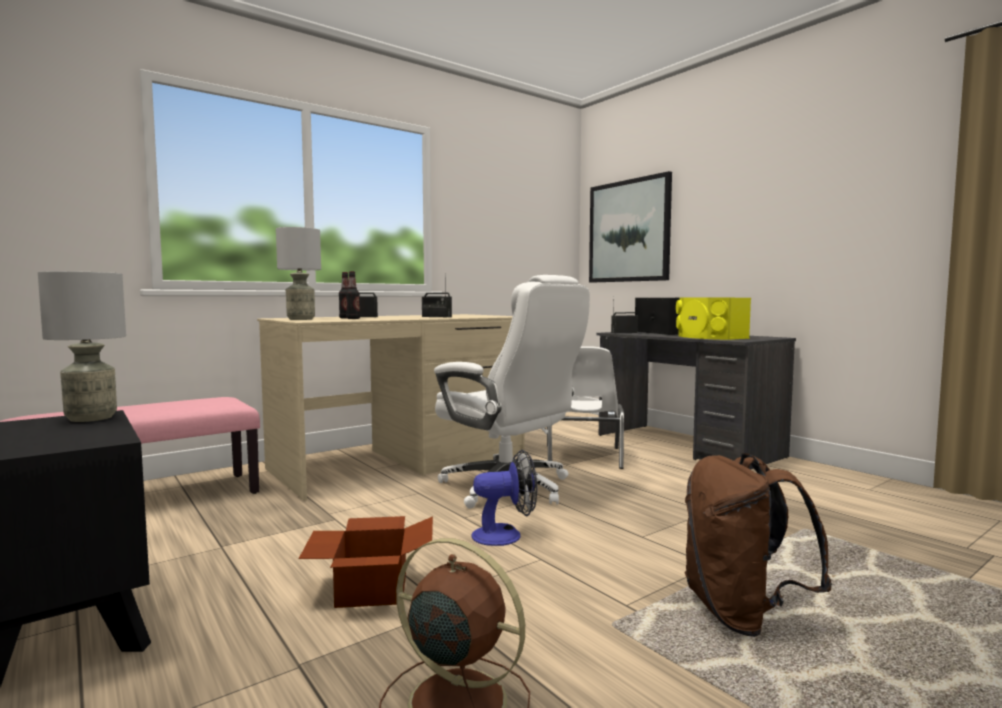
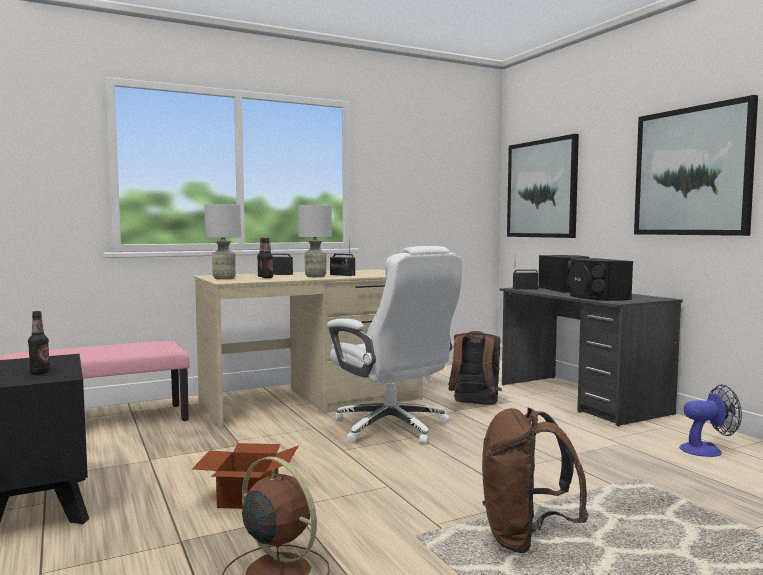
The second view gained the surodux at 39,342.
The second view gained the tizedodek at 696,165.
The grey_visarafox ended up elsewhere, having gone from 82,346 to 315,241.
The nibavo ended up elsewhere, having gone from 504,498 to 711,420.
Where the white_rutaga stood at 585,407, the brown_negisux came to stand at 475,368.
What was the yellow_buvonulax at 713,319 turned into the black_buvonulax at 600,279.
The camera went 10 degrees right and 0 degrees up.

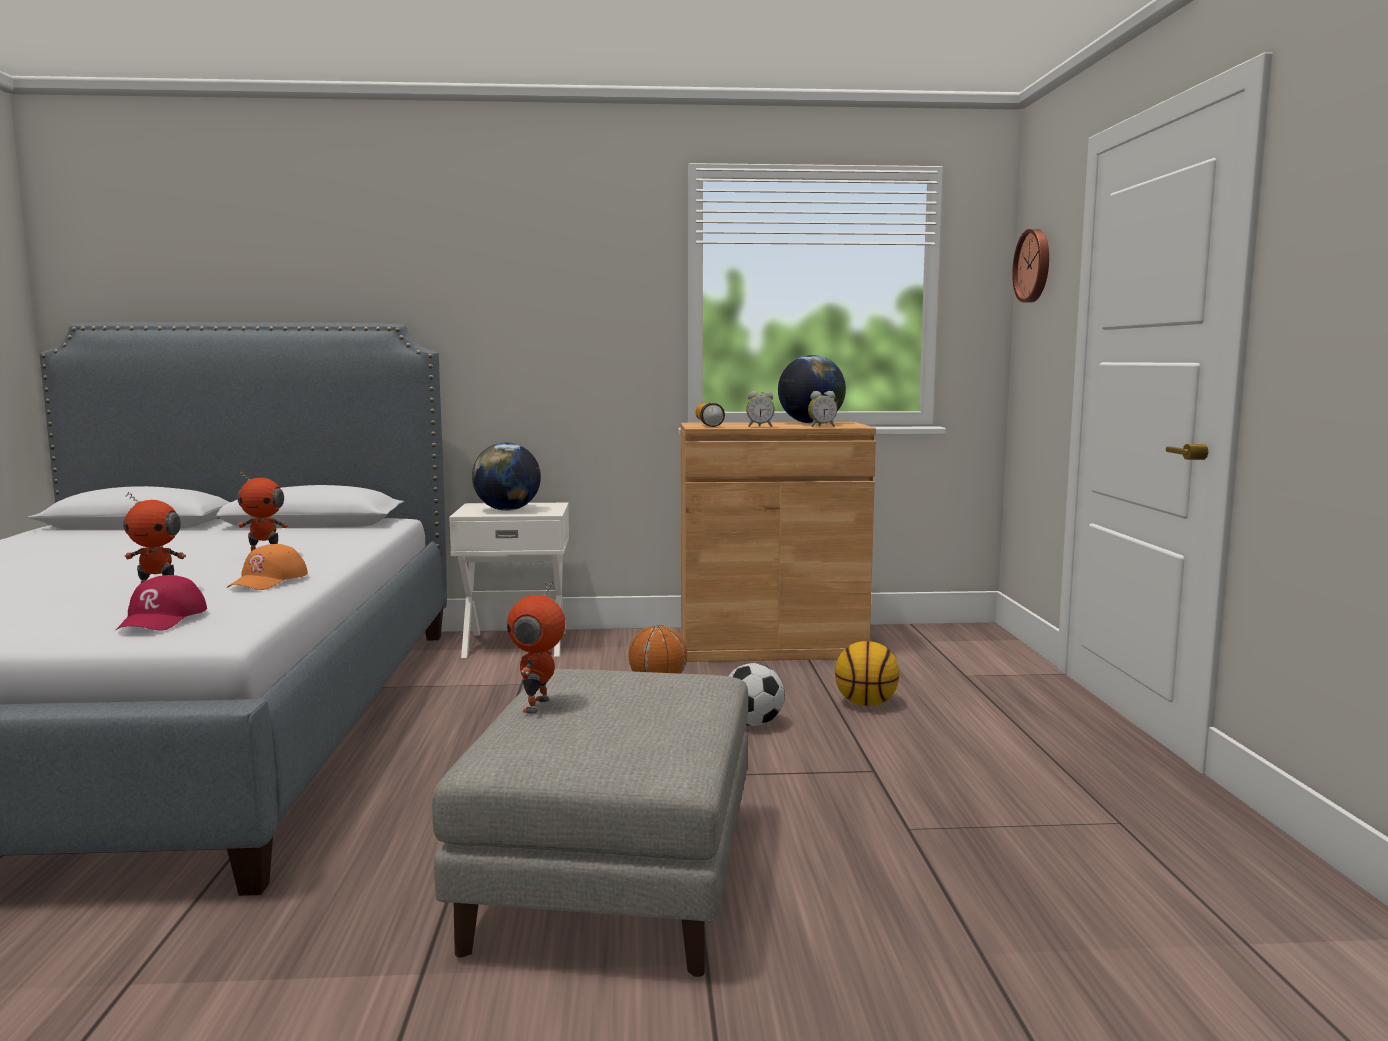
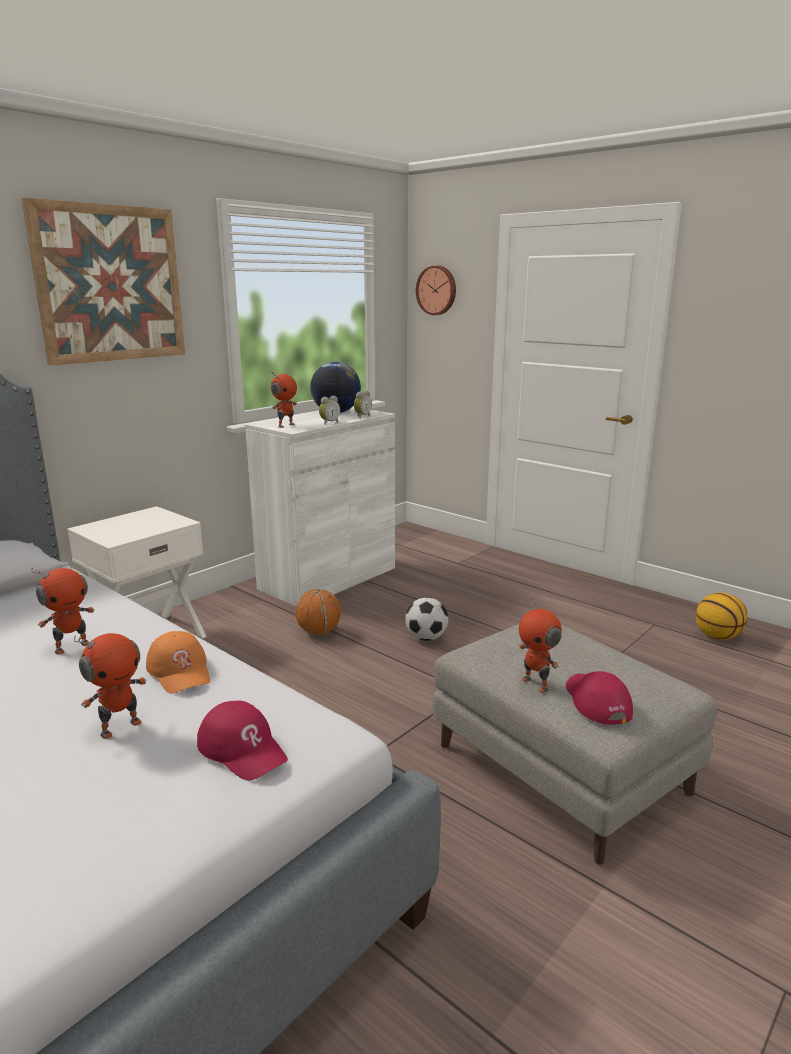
The second view lost the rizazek at 506,476.
The second view gained the tizedodek at 103,281.
The second view gained the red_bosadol at 599,698.
The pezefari ended up elsewhere, having gone from 867,673 to 721,616.
Where the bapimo stood at 710,415, the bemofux came to stand at 284,400.
What was the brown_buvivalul at 778,542 turned into the white_buvivalul at 320,506.
The camera went 45 degrees left and 10 degrees up.

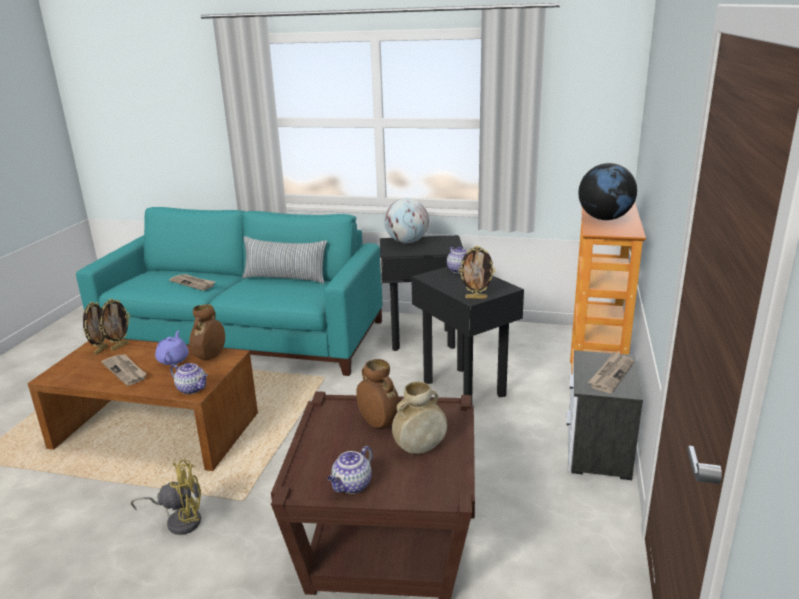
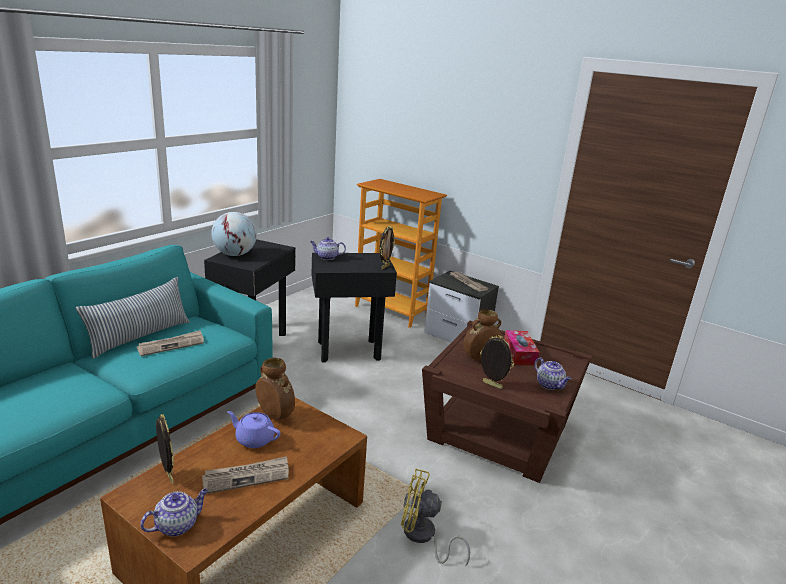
The second view lost the rizazek at 607,191.
The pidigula ended up elsewhere, having gone from 95,328 to 497,362.
The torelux ended up elsewhere, having gone from 192,282 to 170,343.
The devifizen ended up elsewhere, having gone from 189,378 to 174,513.
Where the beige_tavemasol stood at 419,417, the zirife came to stand at 521,348.
The yellow_nibavo at 166,497 ended up facing another way, 90 degrees counterclockwise from before.
The camera went 70 degrees left and 0 degrees up.

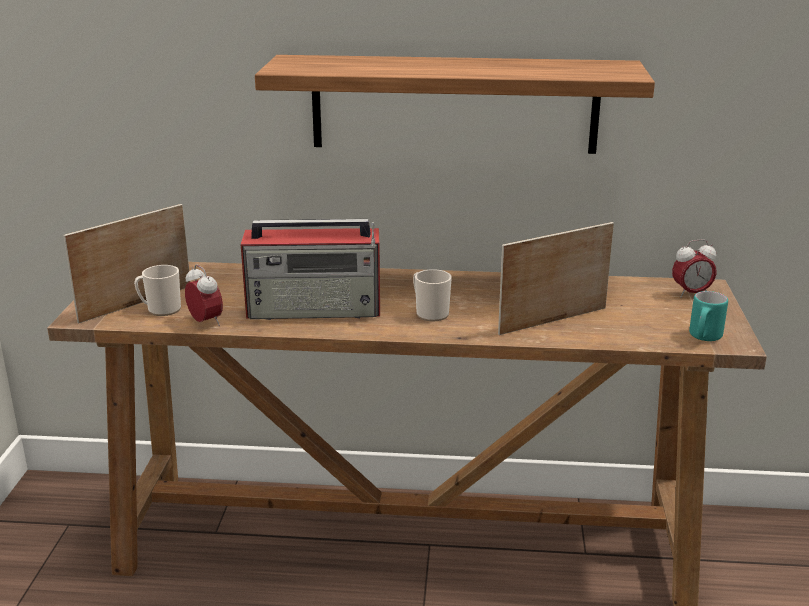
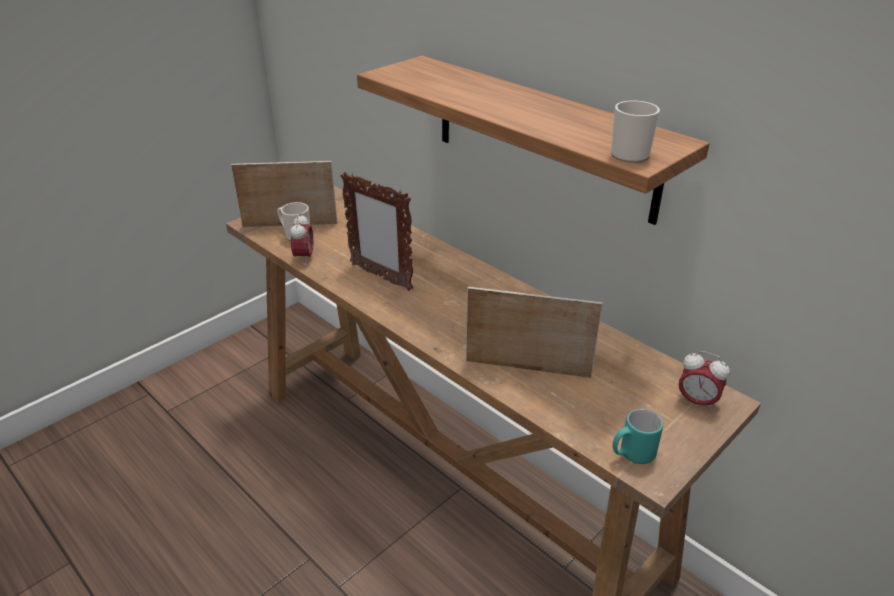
The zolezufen ended up elsewhere, having gone from 432,295 to 635,132.
Where the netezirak stood at 310,269, the pidigula came to stand at 377,231.
The camera went 40 degrees right and 10 degrees up.

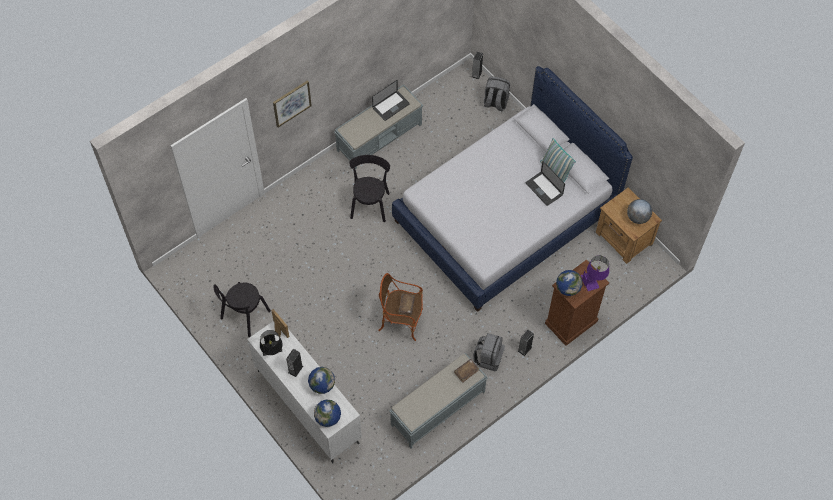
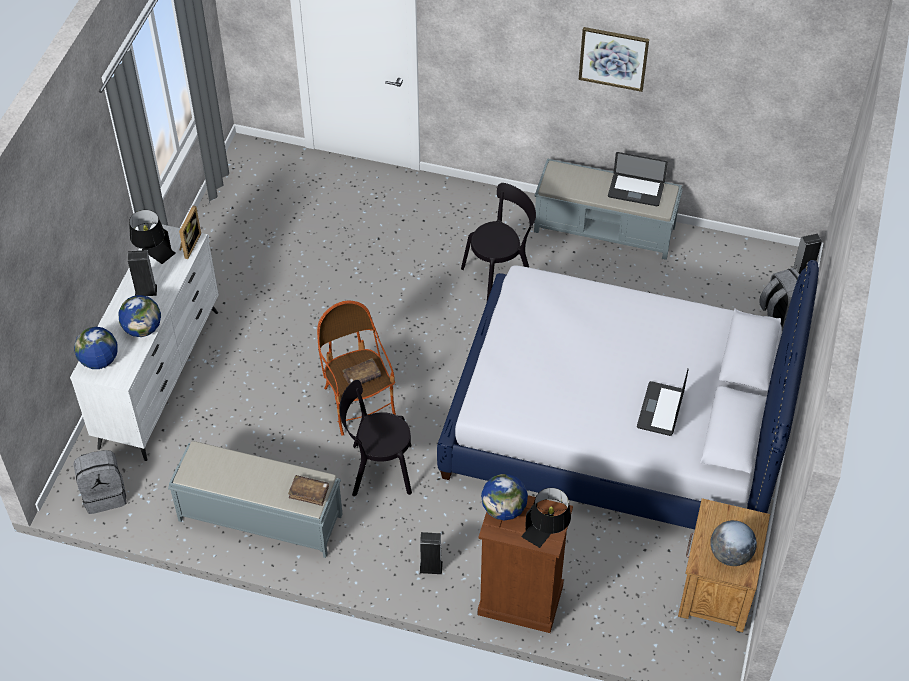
The second view lost the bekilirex at 558,160.
The black_rutaga ended up elsewhere, having gone from 242,310 to 375,438.
The tizedodek ended up elsewhere, having gone from 292,103 to 614,59.
The grey_negisux ended up elsewhere, having gone from 489,352 to 100,482.
What was the purple_visarafox at 595,273 turned into the black_visarafox at 546,518.
The camera went 55 degrees right and 10 degrees down.

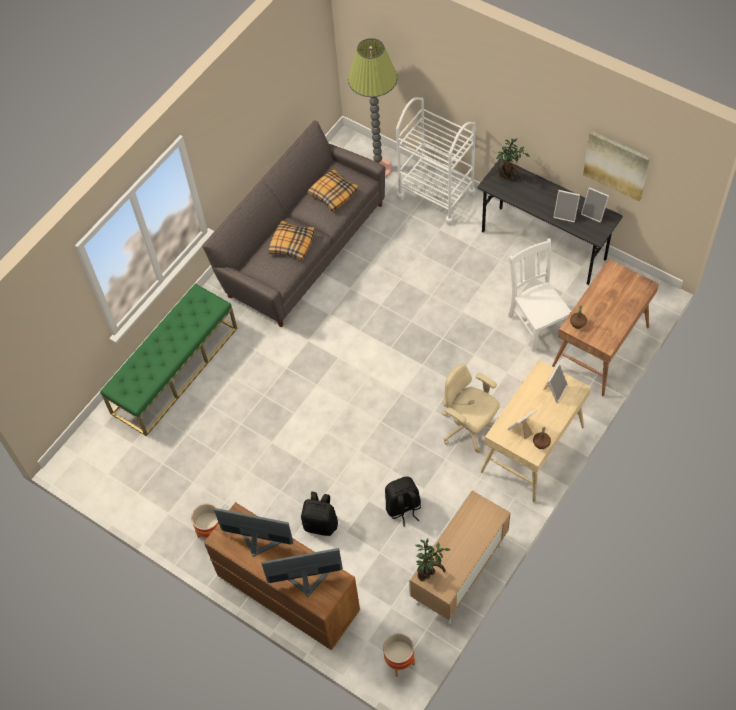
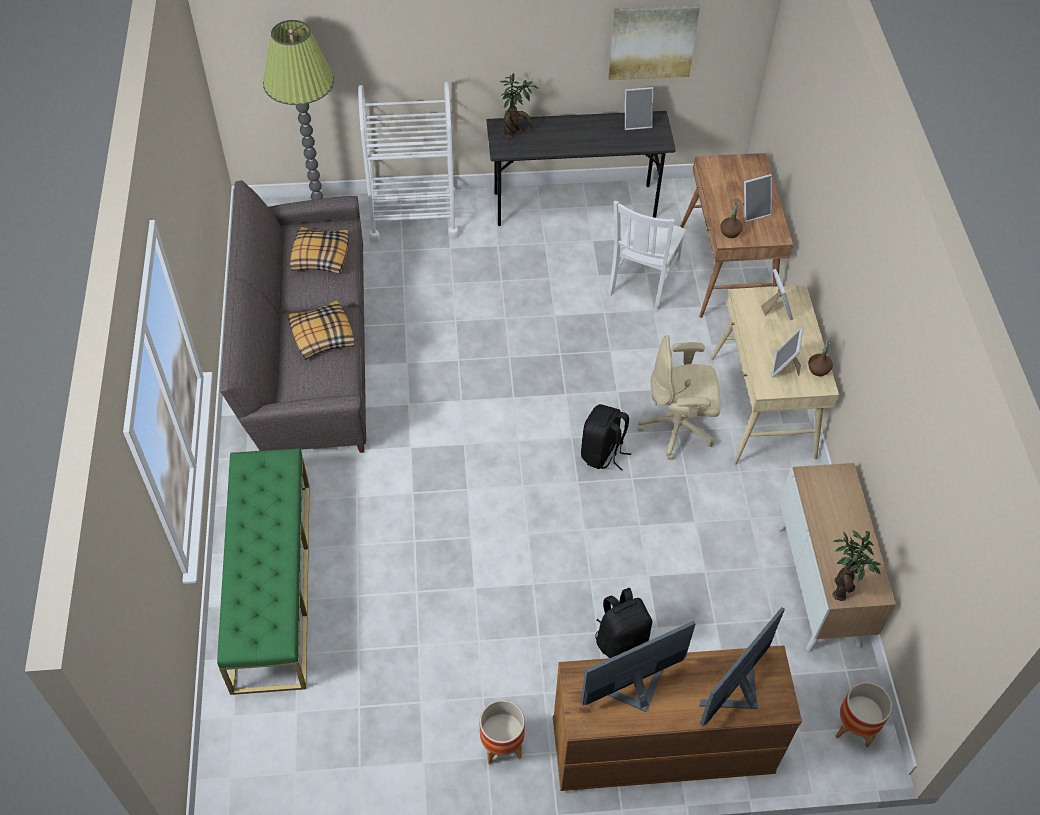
The black_negisux ended up elsewhere, having gone from 403,502 to 606,437.
The pidigula ended up elsewhere, having gone from 566,206 to 757,198.
The white_rutaga at 539,295 ended up facing another way, 90 degrees counterclockwise from before.
The camera went 45 degrees left and 5 degrees down.

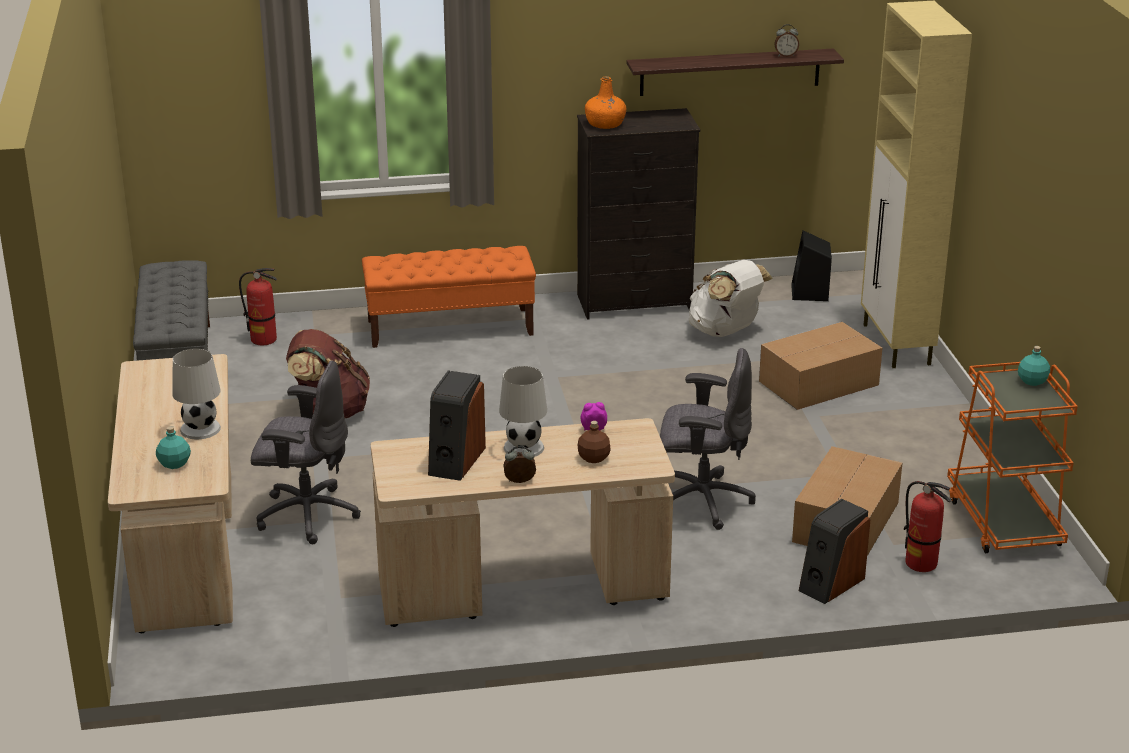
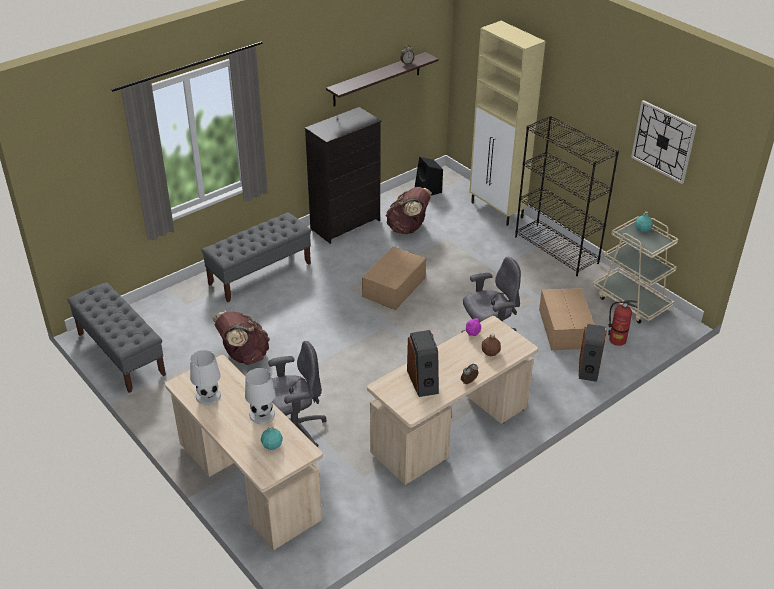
The second view lost the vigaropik at 258,306.
The second view lost the orange_surodux at 605,102.
The second view gained the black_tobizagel at 567,195.
The second view gained the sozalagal at 664,142.
The white_visarafox ended up elsewhere, having gone from 523,411 to 205,377.
The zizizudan ended up elsewhere, having gone from 821,366 to 394,278.
What was the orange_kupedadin at 449,297 turned into the grey_kupedadin at 256,257.
What was the white_negisux at 731,298 turned into the brown_negisux at 409,210.
What was the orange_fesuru at 1012,457 turned into the beige_fesuru at 635,270.
The camera went 30 degrees left and 10 degrees up.

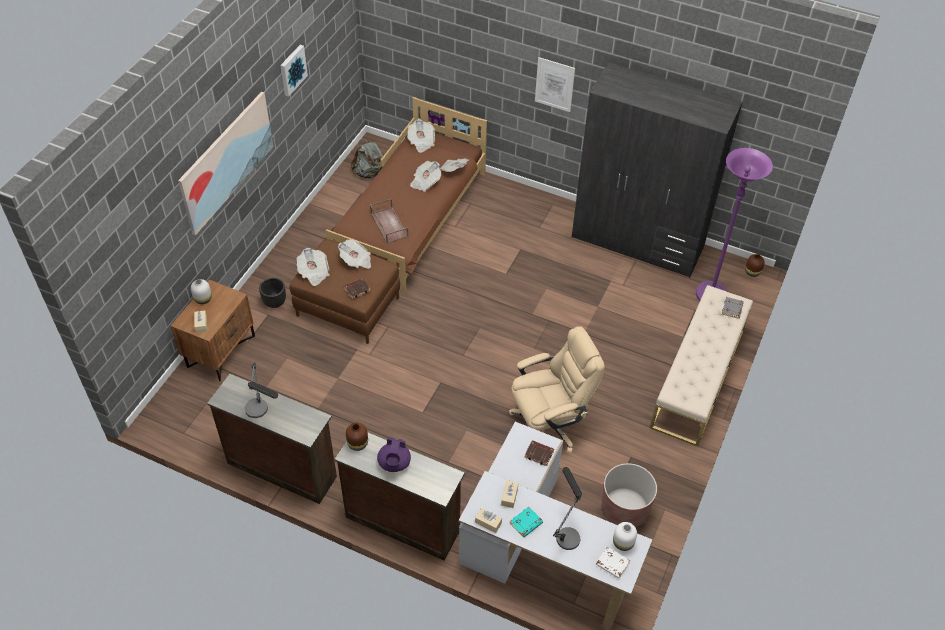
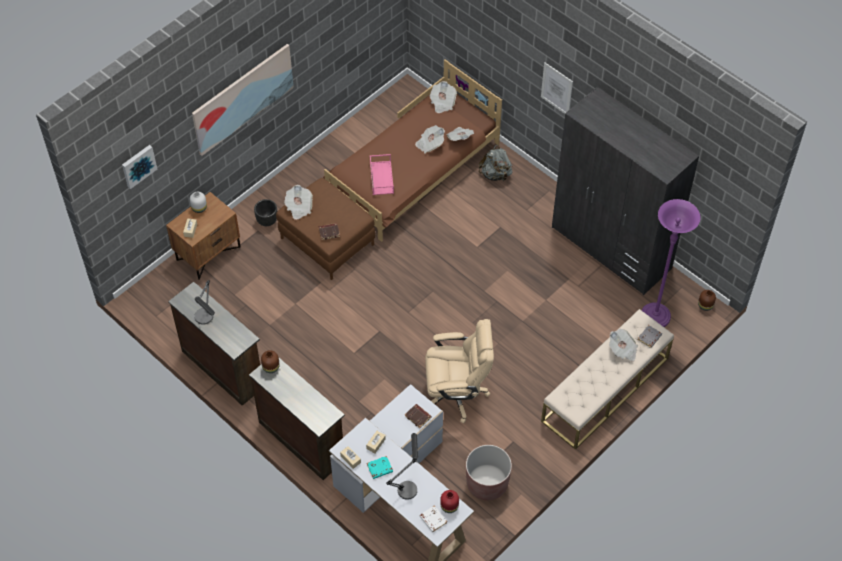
The second view lost the purple_devifizen at 394,454.
The tizedodek ended up elsewhere, having gone from 294,71 to 139,167.
The torelux ended up elsewhere, having gone from 354,254 to 623,345.
The grey_negisux ended up elsewhere, having gone from 368,158 to 496,163.
What was the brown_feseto at 389,221 turned into the pink_feseto at 382,174.
What was the white_tavemasol at 625,536 turned into the red_tavemasol at 449,501.
The camera went 20 degrees right and 5 degrees up.

